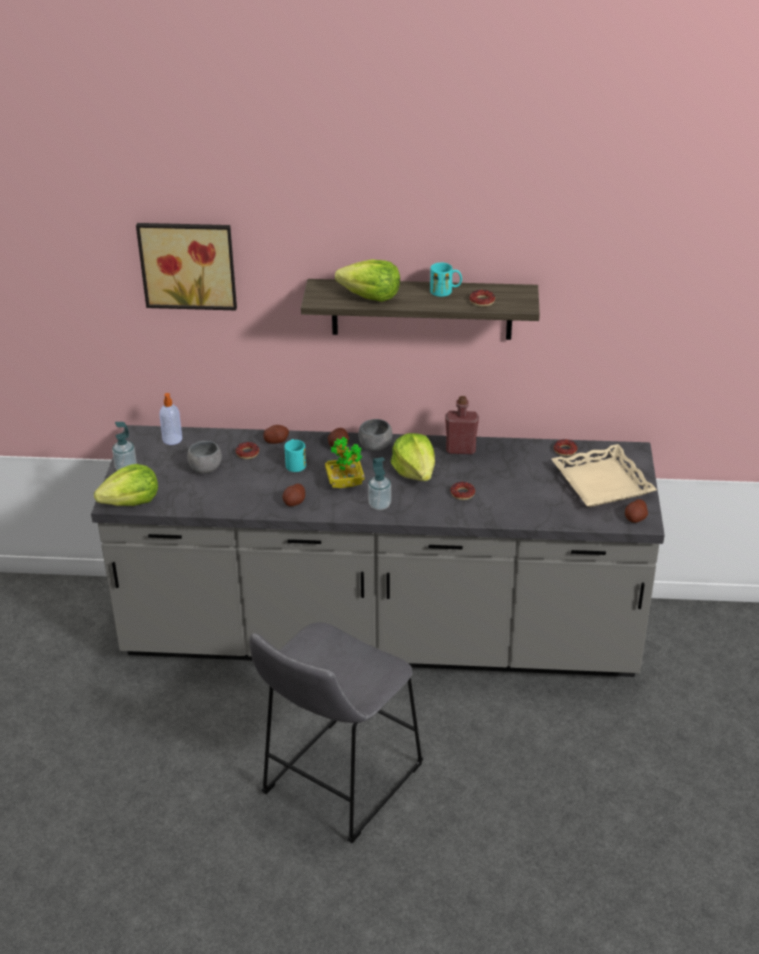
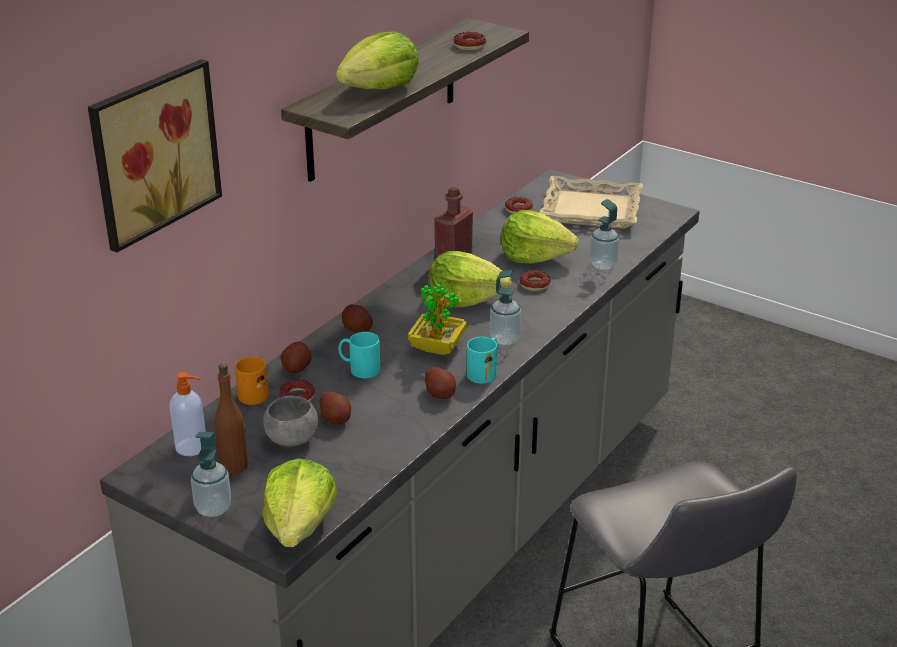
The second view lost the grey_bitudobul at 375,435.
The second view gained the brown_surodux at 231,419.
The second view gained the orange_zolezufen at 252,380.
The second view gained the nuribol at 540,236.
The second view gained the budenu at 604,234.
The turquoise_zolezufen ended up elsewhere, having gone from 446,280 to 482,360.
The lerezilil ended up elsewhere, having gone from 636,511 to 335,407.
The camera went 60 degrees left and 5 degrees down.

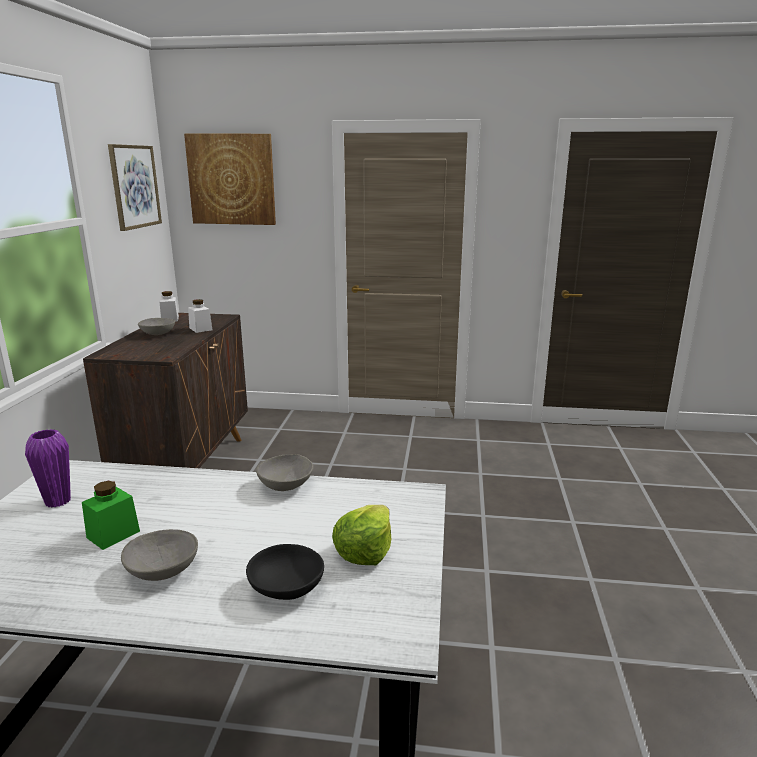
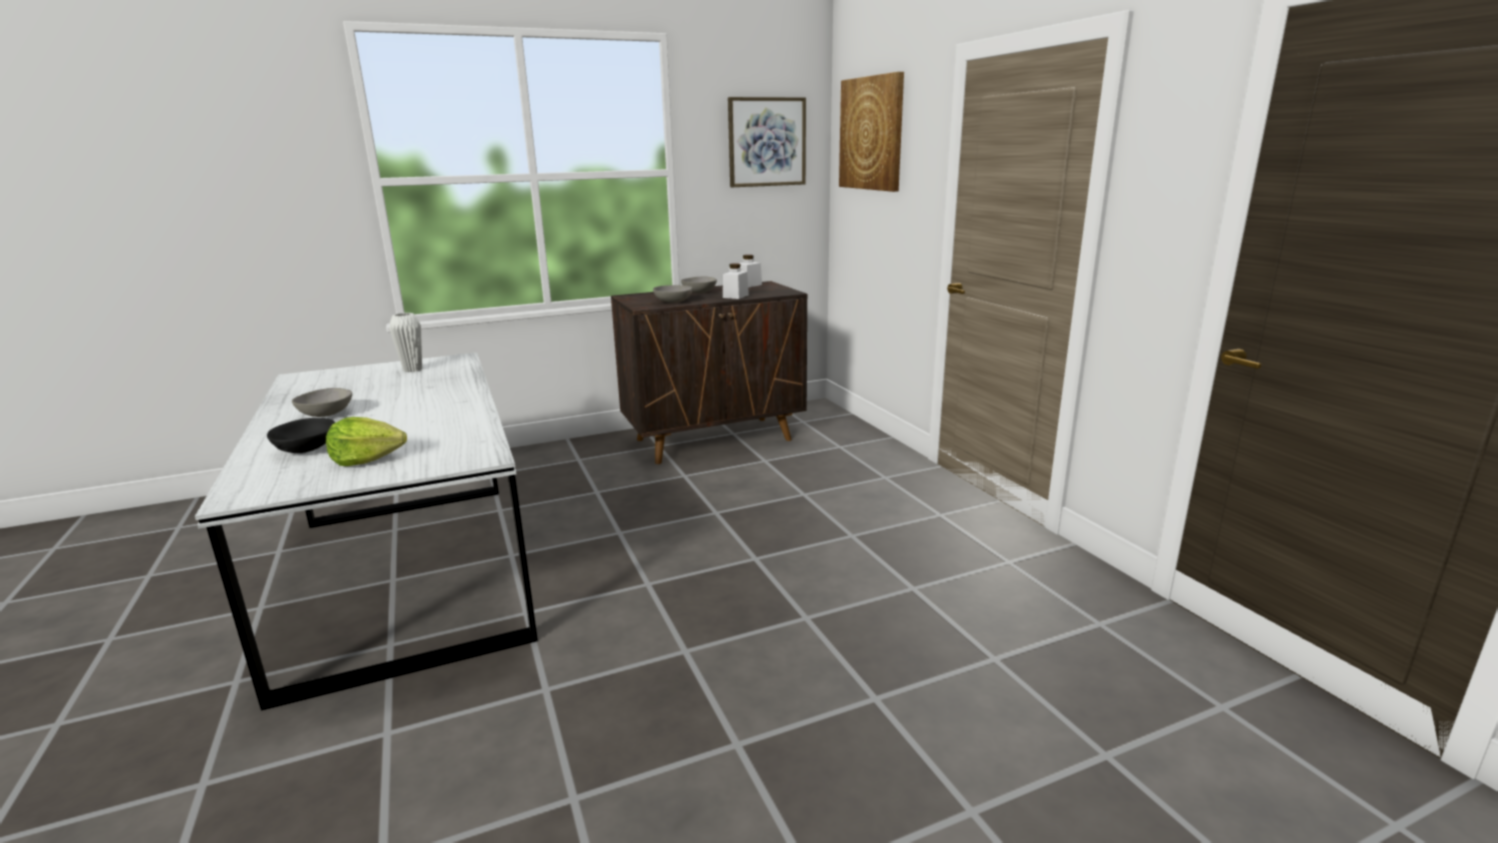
The second view lost the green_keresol at 111,515.
The grey_bitudobul ended up elsewhere, having gone from 284,472 to 673,294.
What was the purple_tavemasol at 48,468 turned into the white_tavemasol at 406,342.
The camera went 60 degrees right and 0 degrees up.

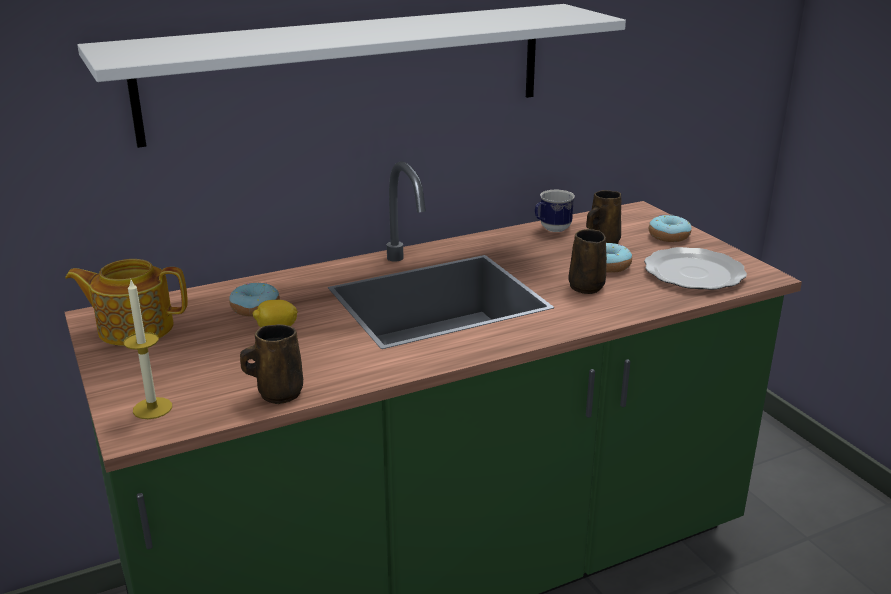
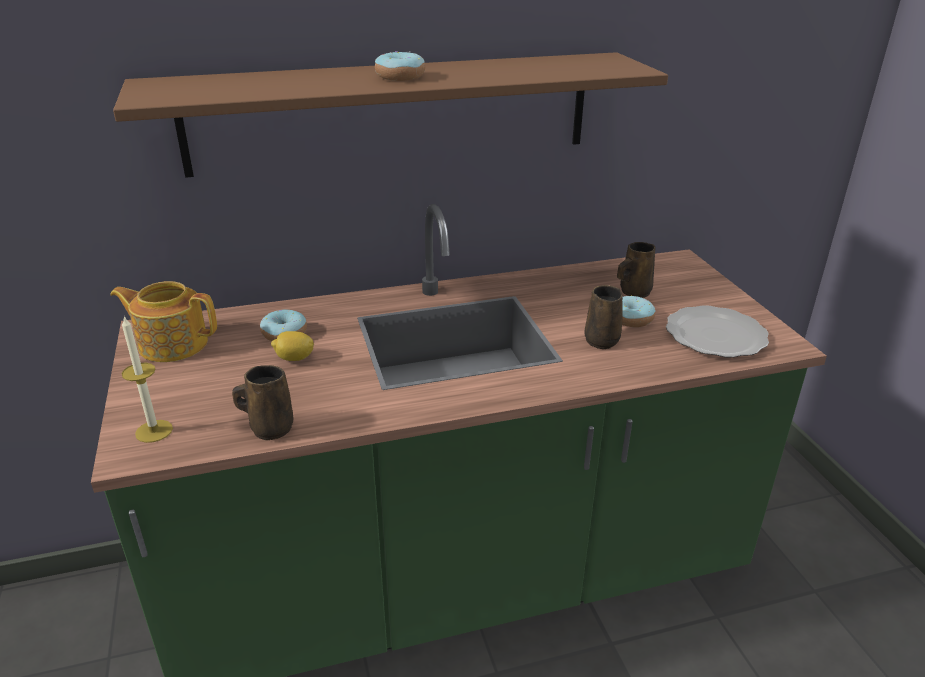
The second view lost the zolezufen at 555,211.
The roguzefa ended up elsewhere, having gone from 670,228 to 400,66.
What was the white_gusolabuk at 351,76 turned into the brown_gusolabuk at 390,115.
The camera went 10 degrees right and 5 degrees up.

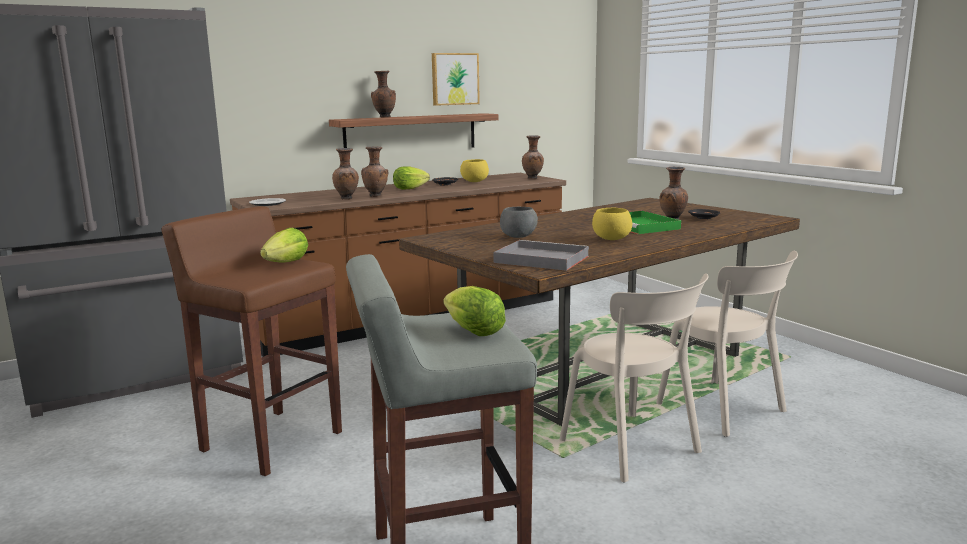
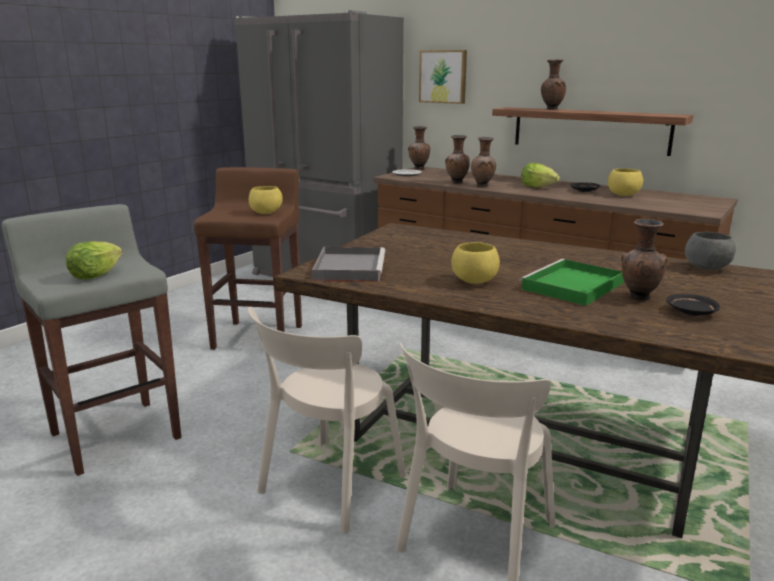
The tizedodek ended up elsewhere, having gone from 456,79 to 443,77.
The grey_bitudobul ended up elsewhere, having gone from 519,222 to 710,251.
The brown_tavemasol ended up elsewhere, having gone from 533,157 to 419,148.
Where the nuribol stood at 284,245, the yellow_bitudobul came to stand at 266,200.
The camera went 65 degrees right and 5 degrees up.

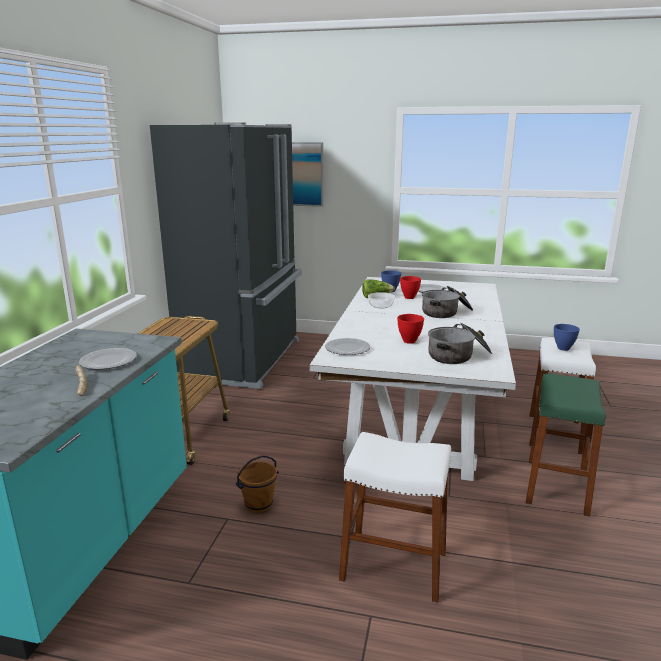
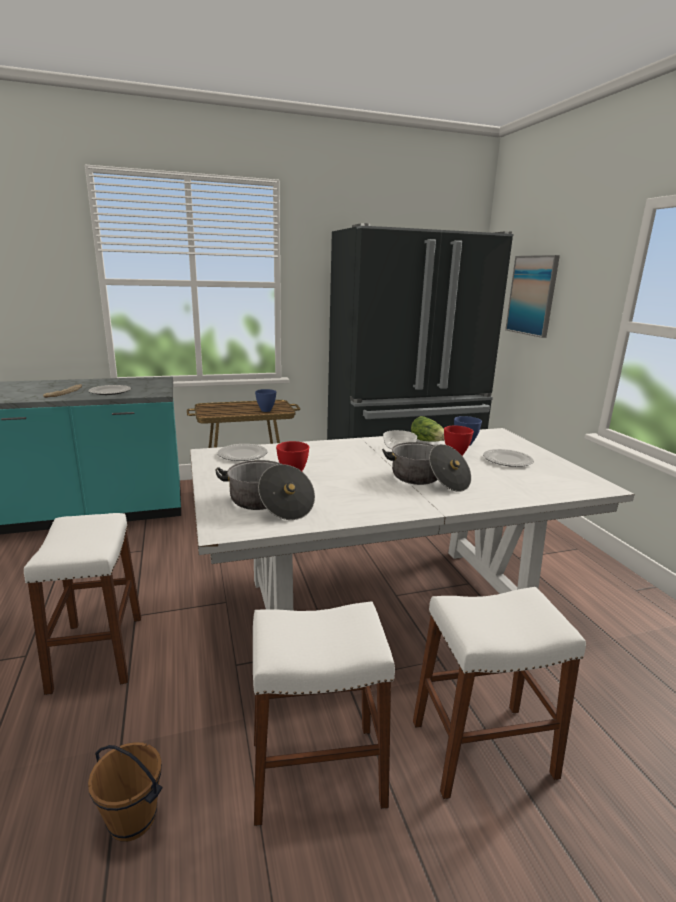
The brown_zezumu ended up elsewhere, having gone from 257,485 to 125,792.
The blue_bitudobul ended up elsewhere, having gone from 567,337 to 265,400.
What was the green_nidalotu at 565,445 turned into the white_nidalotu at 324,713.
The camera went 60 degrees right and 0 degrees up.

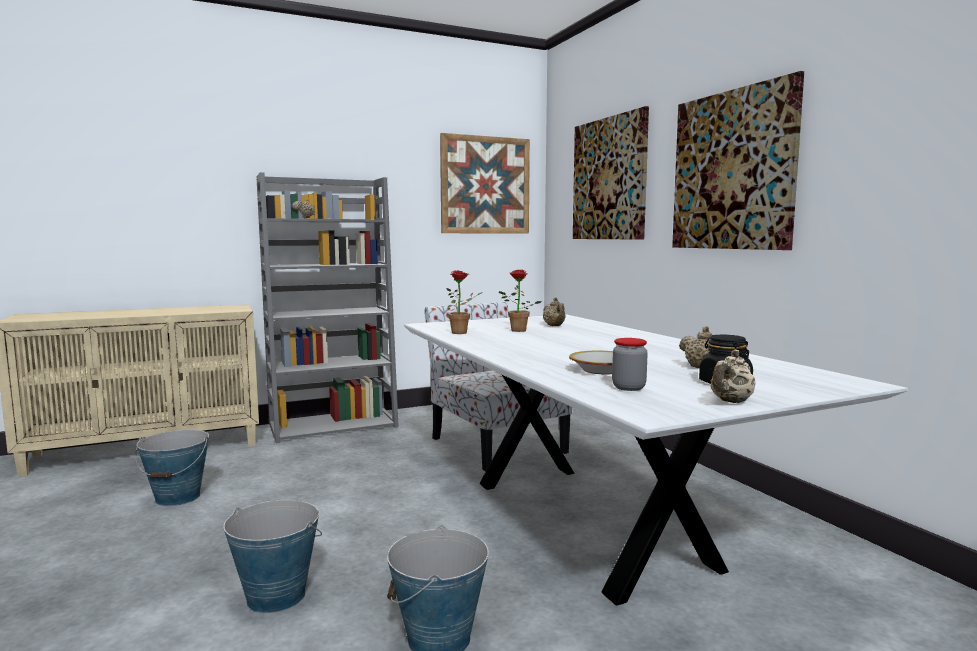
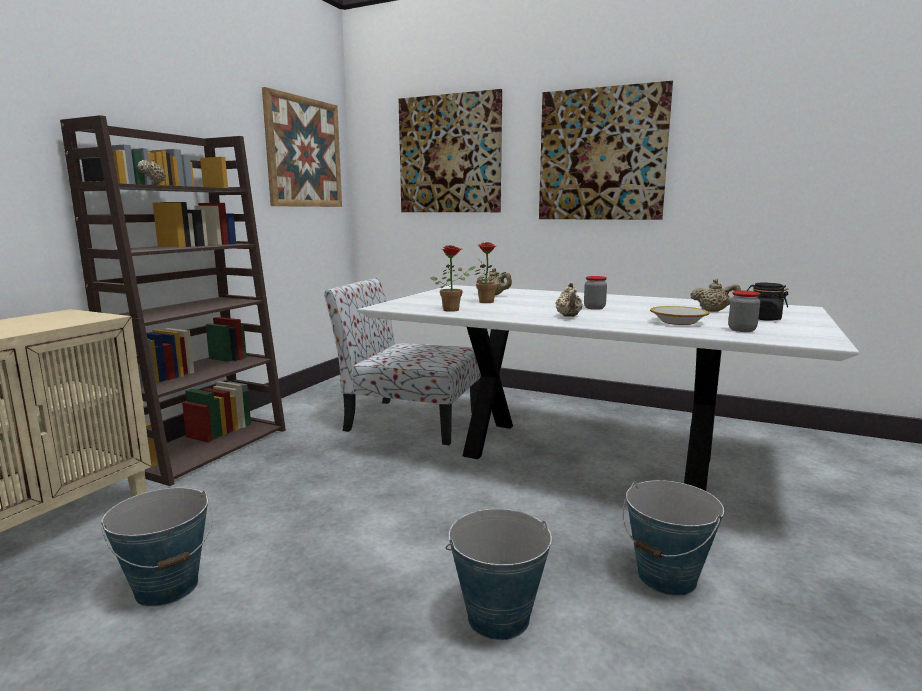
The second view gained the keresol at 595,293.
The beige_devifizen ended up elsewhere, having gone from 732,376 to 569,300.
What was the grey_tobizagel at 327,307 turned into the brown_tobizagel at 173,300.
The camera went 40 degrees left and 5 degrees up.

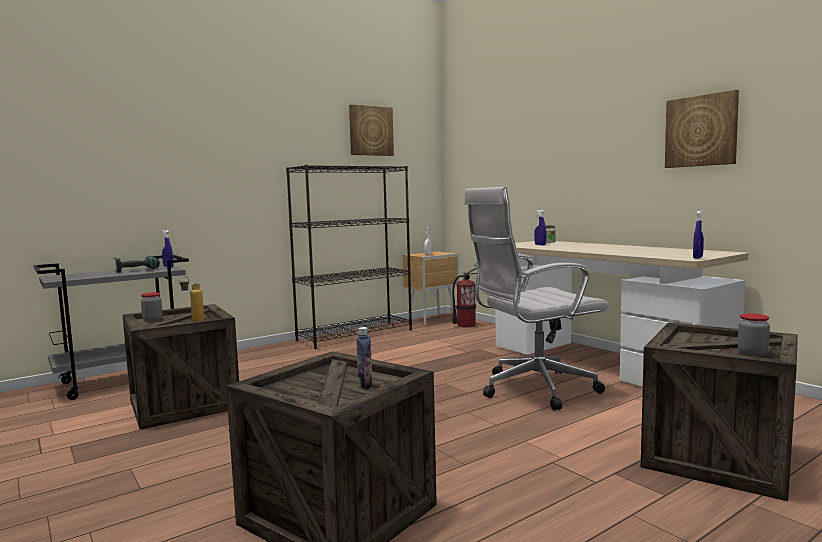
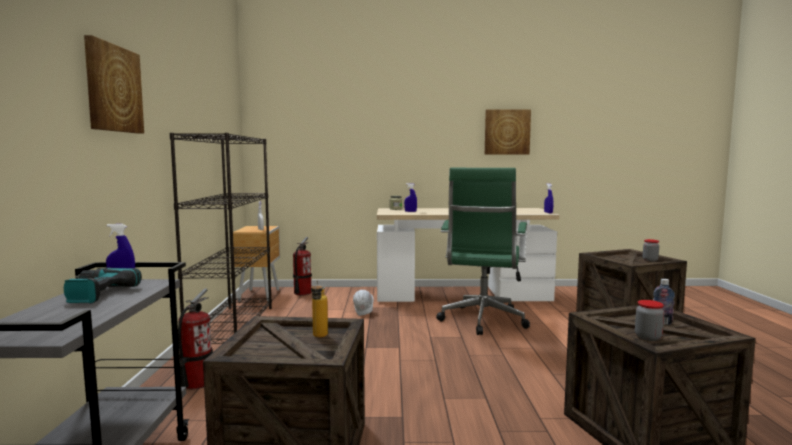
The second view gained the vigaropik at 195,339.
The second view gained the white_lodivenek at 363,303.
The keresol ended up elsewhere, having gone from 152,307 to 649,320.
The tizedodek ended up elsewhere, having gone from 371,130 to 114,84.
What was the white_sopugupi at 536,299 turned into the green_sopugupi at 483,251.
The camera went 55 degrees left and 0 degrees up.

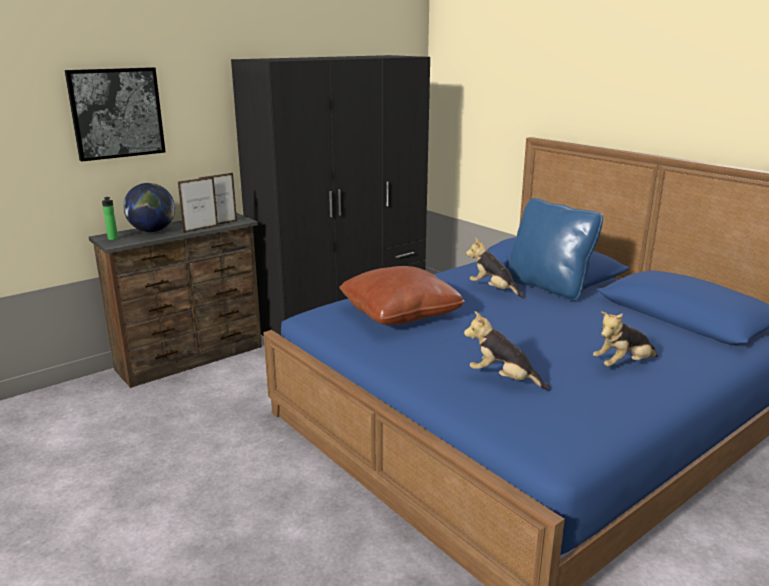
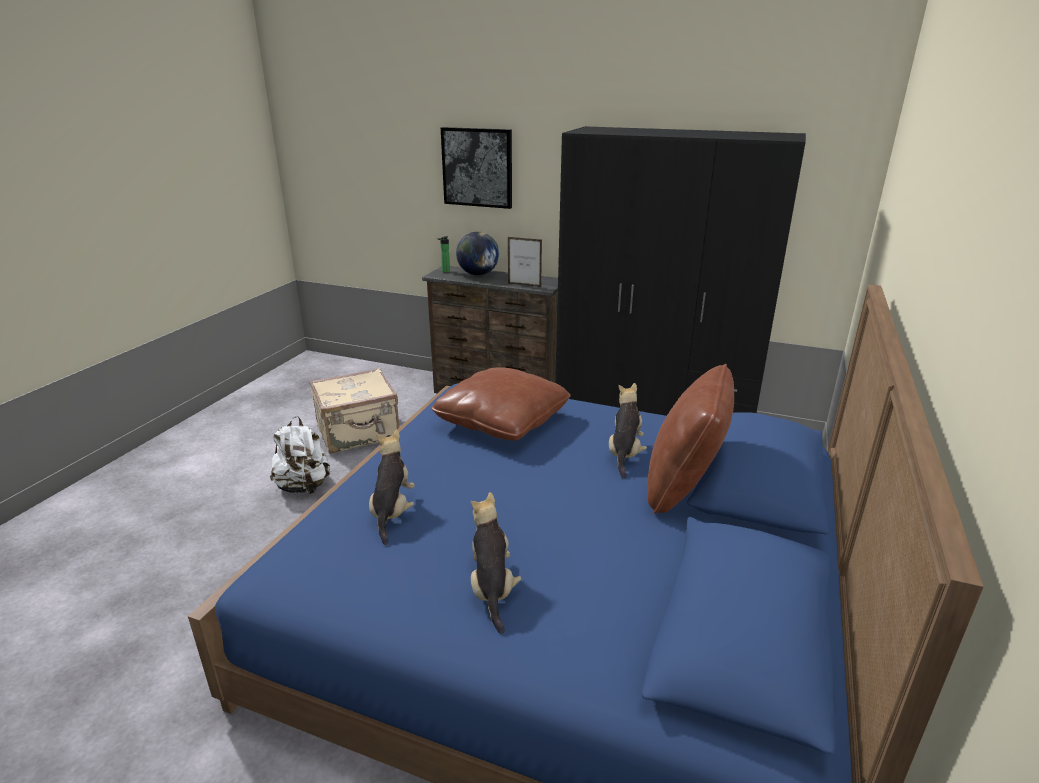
The second view lost the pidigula at 198,204.
The second view gained the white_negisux at 300,455.
The second view gained the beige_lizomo at 354,411.
What was the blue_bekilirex at 555,249 turned into the brown_bekilirex at 691,439.
The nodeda at 625,339 ended up facing another way, 45 degrees clockwise from before.
The camera went 60 degrees right and 5 degrees up.

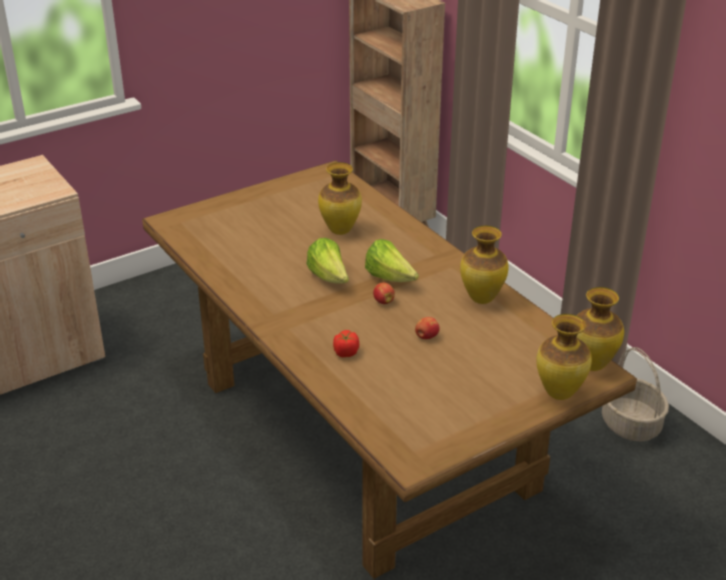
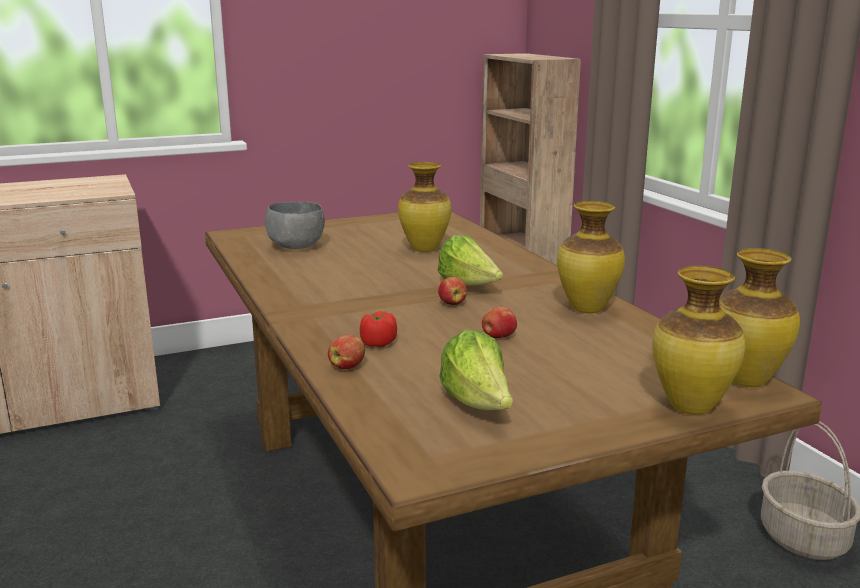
The second view gained the grey_bitudobul at 295,225.
The second view gained the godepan at 346,352.
The nuribol ended up elsewhere, having gone from 328,261 to 476,370.
The camera went 10 degrees right and 15 degrees down.

